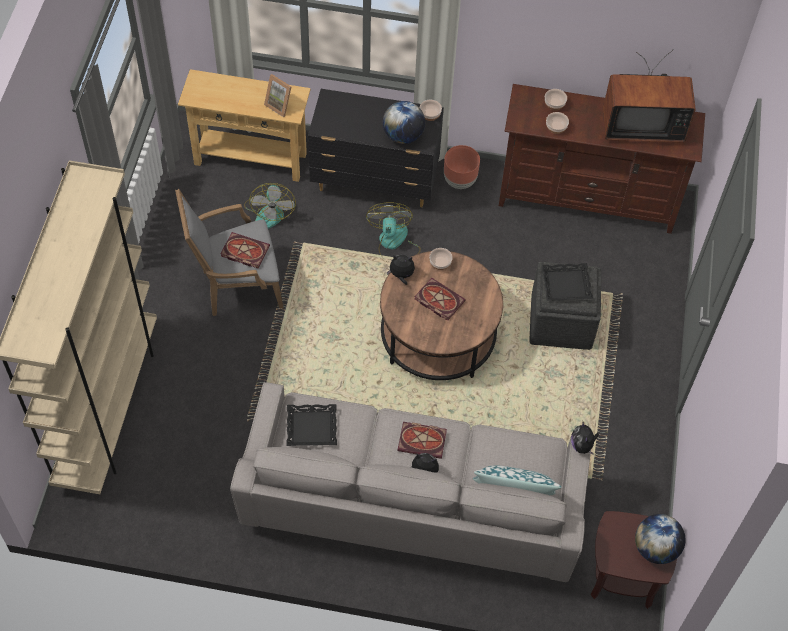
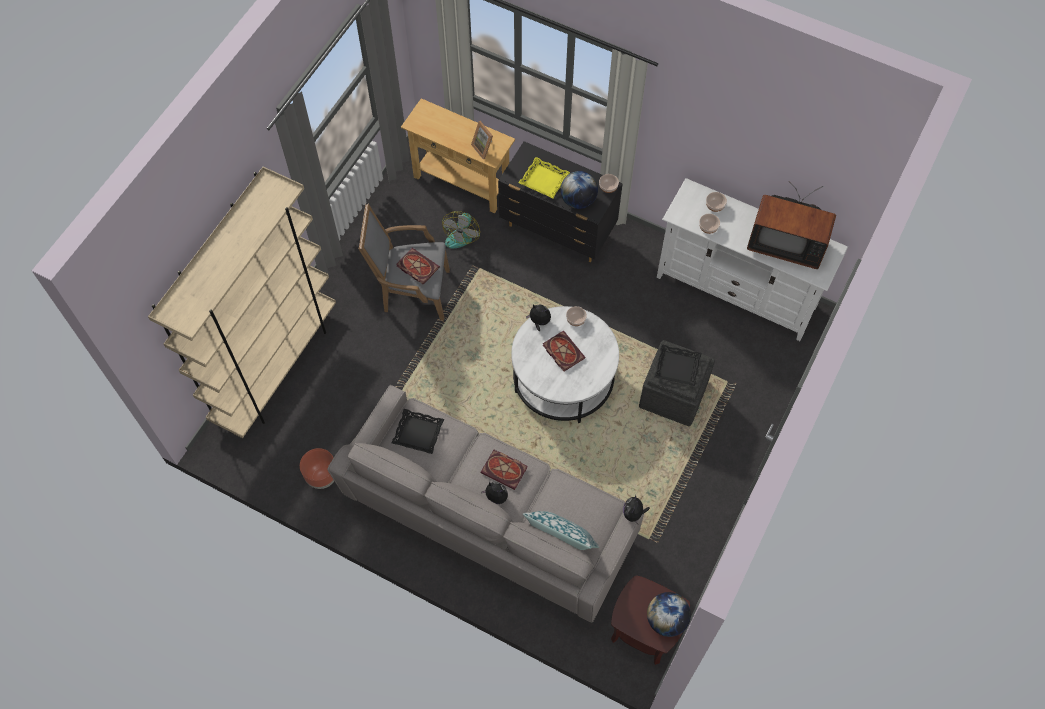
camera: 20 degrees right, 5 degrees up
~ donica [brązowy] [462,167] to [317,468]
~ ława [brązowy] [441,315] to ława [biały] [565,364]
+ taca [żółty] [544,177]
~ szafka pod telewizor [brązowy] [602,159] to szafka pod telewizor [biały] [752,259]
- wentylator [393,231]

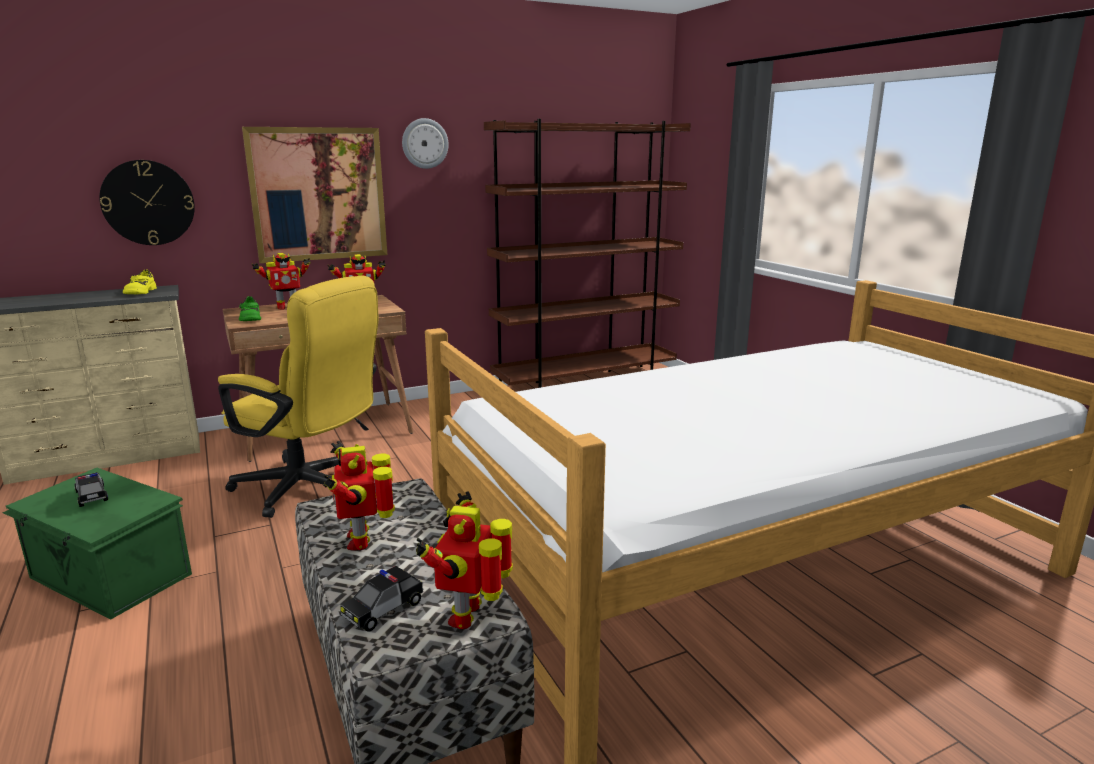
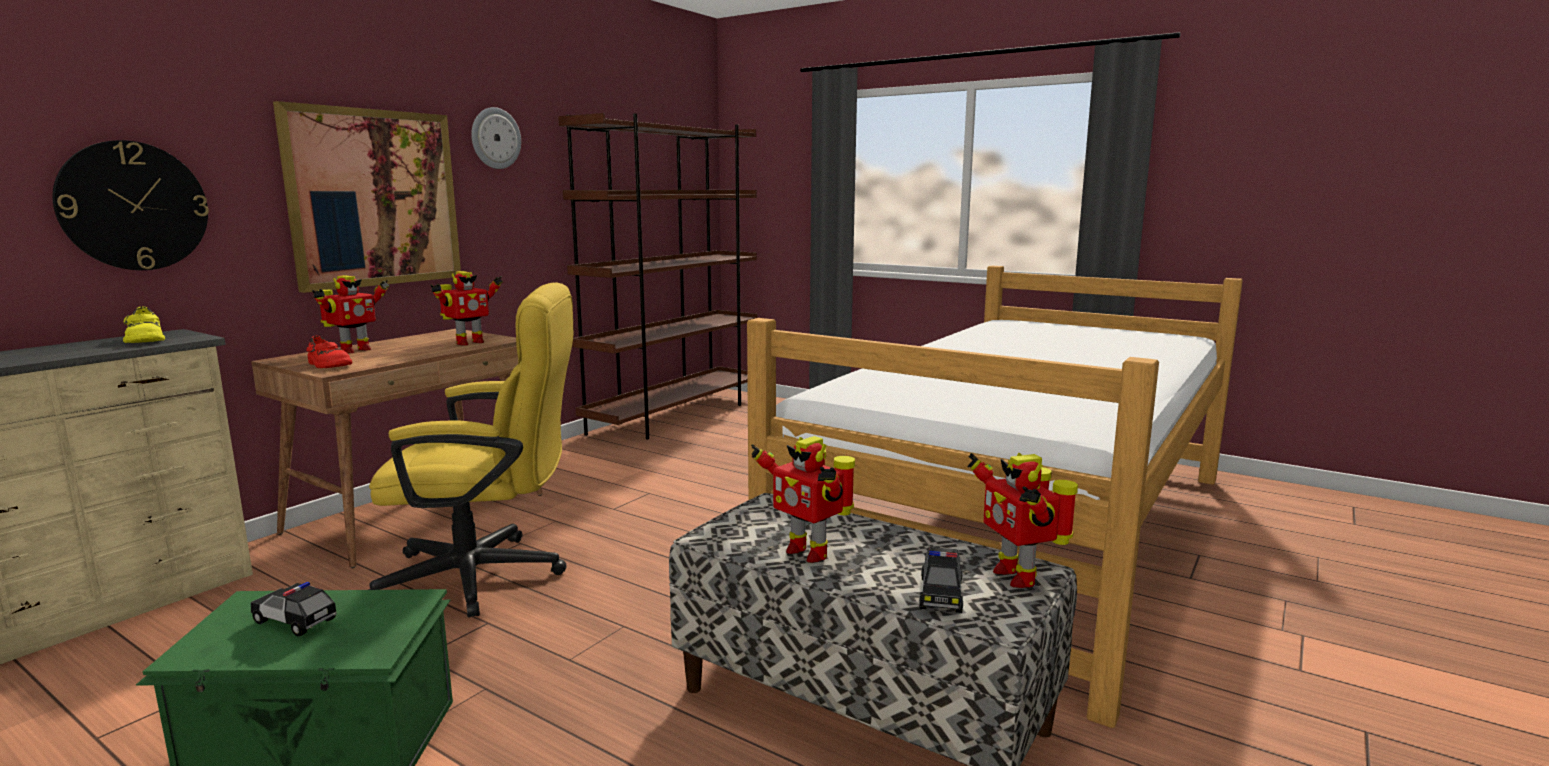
camera: 30 degrees left, 5 degrees down
~ but [zielony] [250,308] to but [czerwony] [329,352]

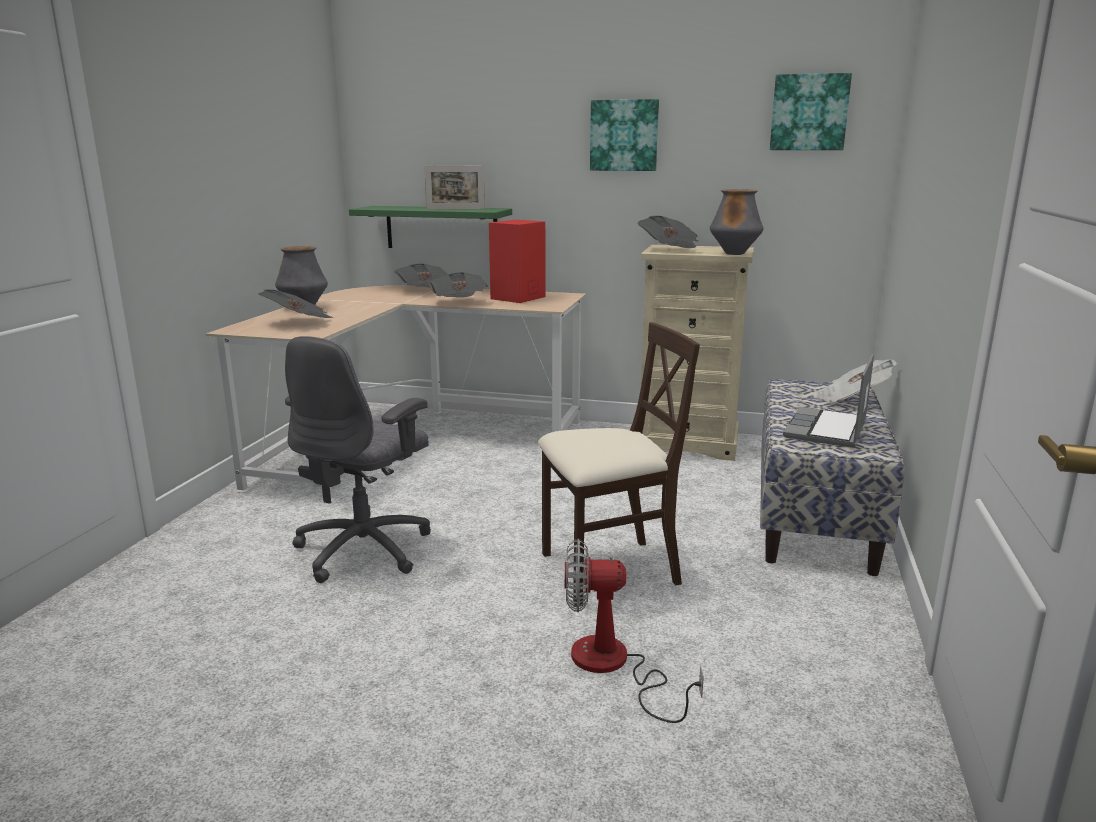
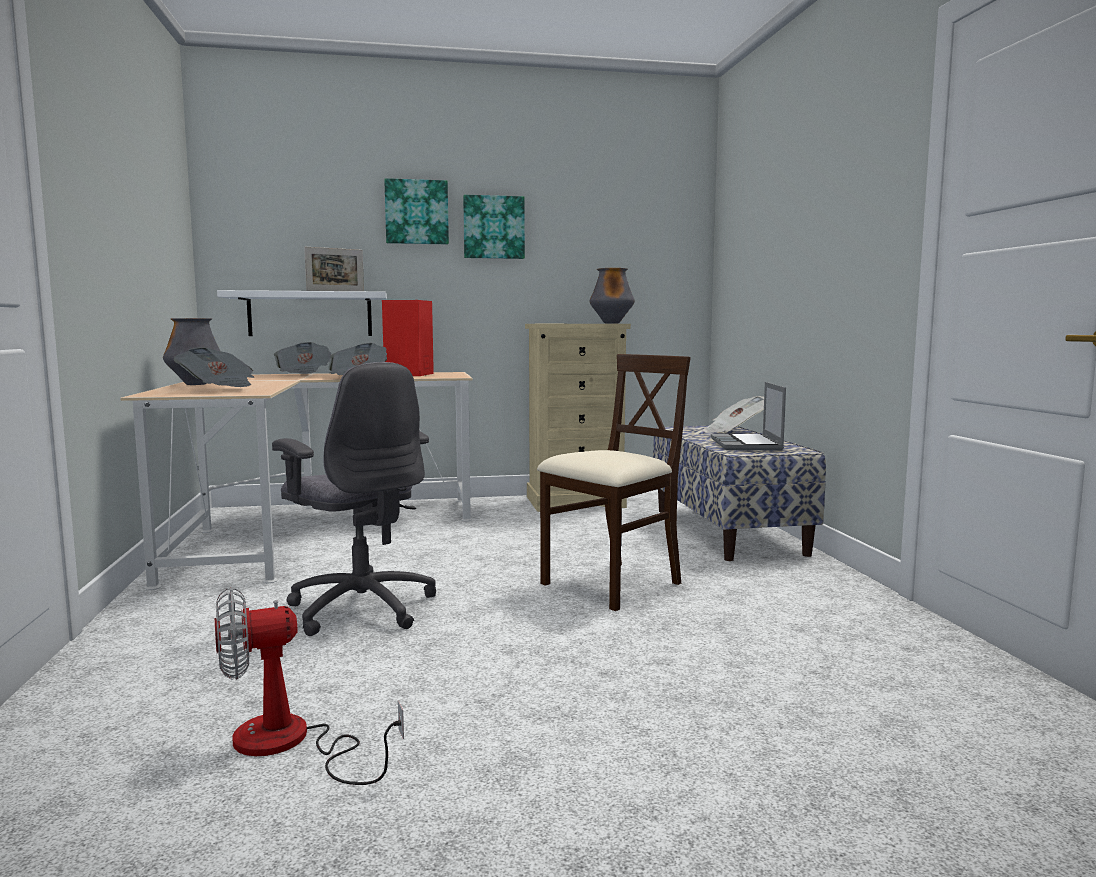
camera: 25 degrees left, 10 degrees down
~ wentylator [634,631] to [309,686]
~ półka [zielony] [430,227] to półka [biały] [302,313]
~ krzesło biurowe [szary] [358,459] = [354,499] 45 degrees counterclockwise
~ obraz [811,111] to [416,211]
- gazeta [668,232]

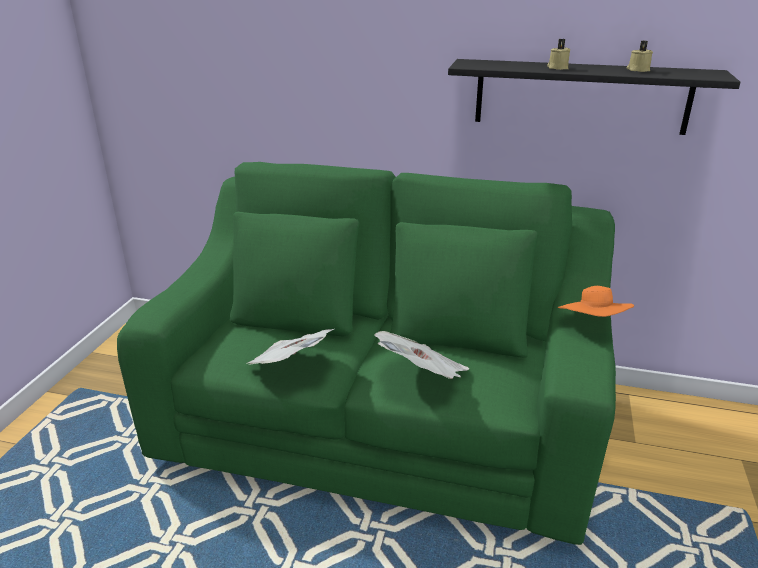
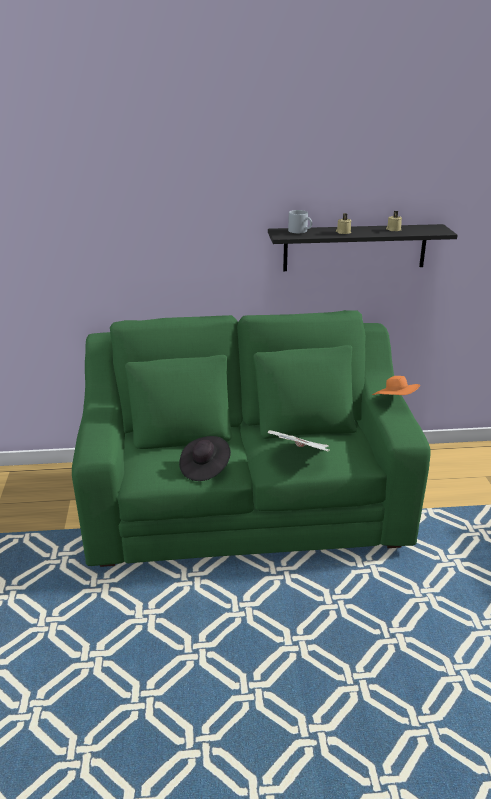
camera: 20 degrees left, 0 degrees up
~ gazeta [290,347] to kapelusz [czarny] [205,458]
+ kubek [szary] [300,221]

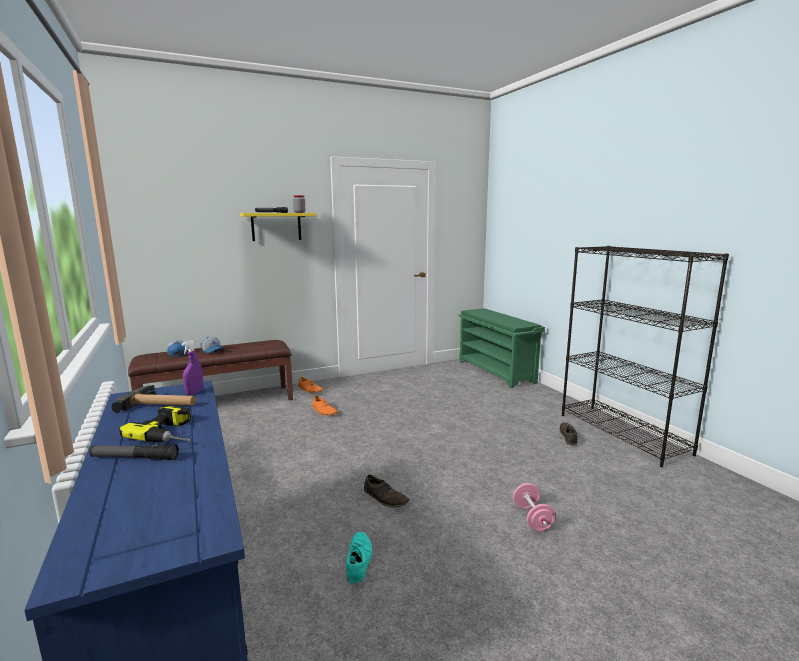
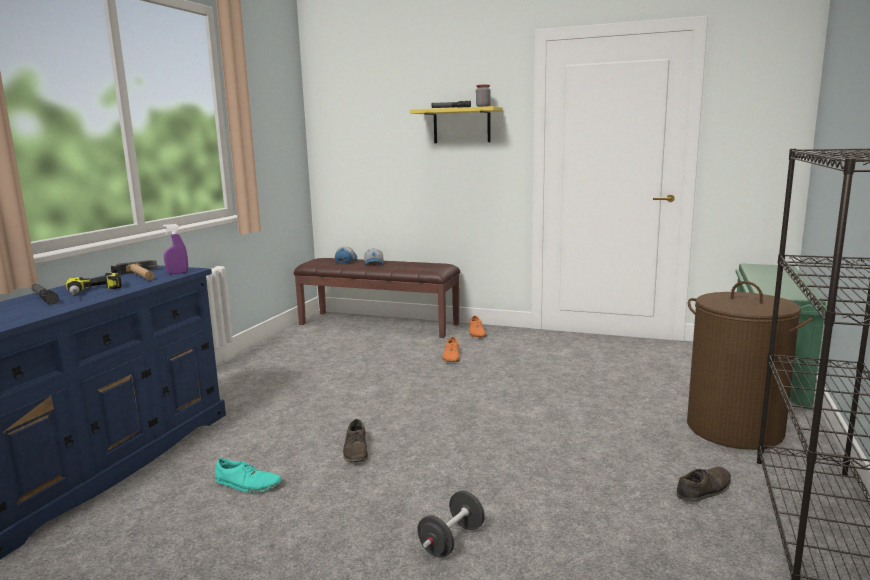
camera: 45 degrees right, 0 degrees up
~ but [turkusowy] [359,557] = [248,475] 60 degrees clockwise
~ hantel [różowy] [534,507] to hantel [czarny] [451,524]
+ kosz na pranie [brązowy] [750,365]

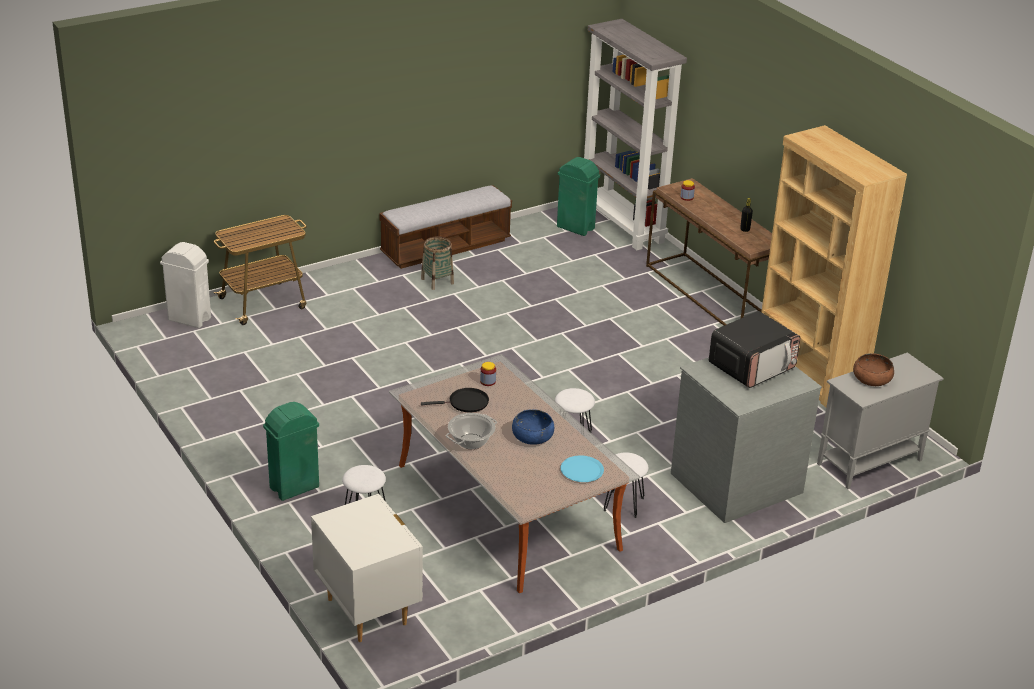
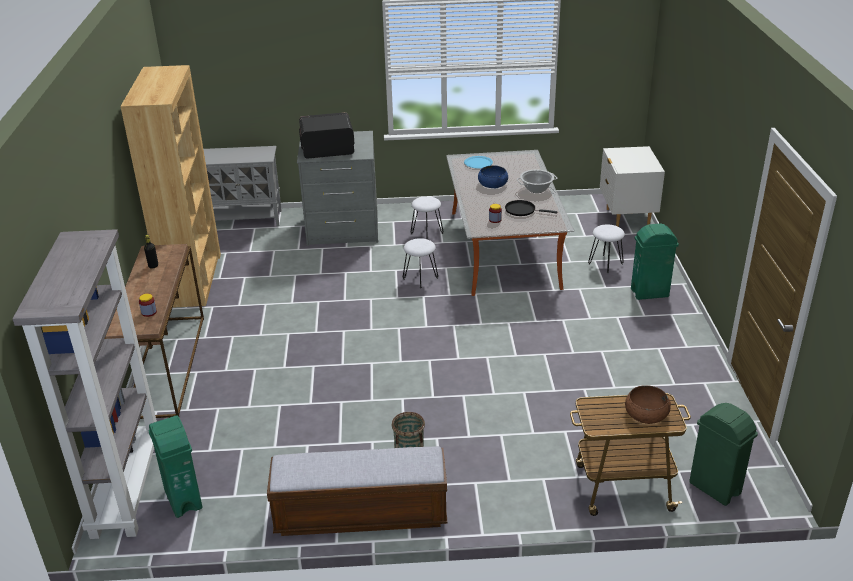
camera: 150 degrees left, 0 degrees up
~ miska [brązowy] [873,369] to [648,404]
~ kosz na śmieci [biały] [185,285] to kosz na śmieci [zielony] [723,454]

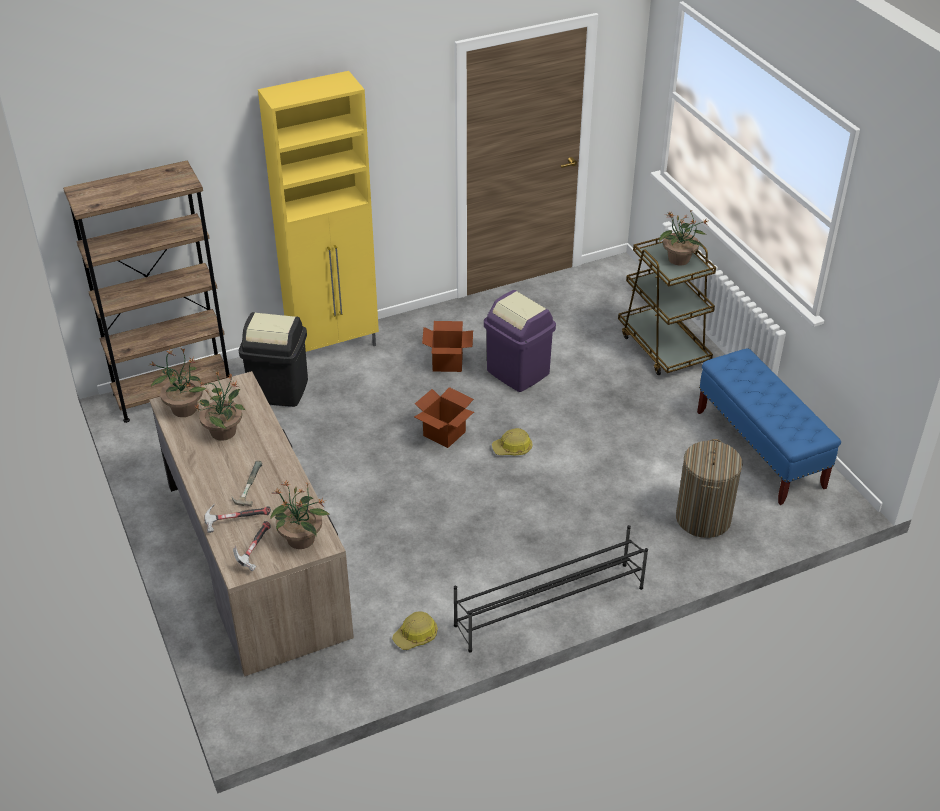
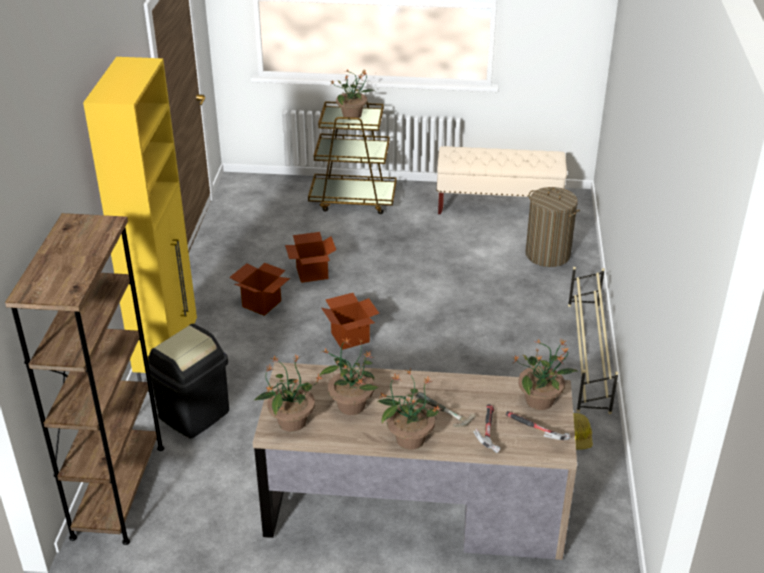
camera: 60 degrees left, 5 degrees down
~ kosz na śmieci [fioletowy] [520,341] to karton [310,257]
+ roślina doniczkowa [409,409]
~ ławka [niebieski] [769,426] to ławka [beżowy] [501,180]
~ regał na buty [czarny] [551,588] to regał na buty [beżowy] [593,340]
- kask [512,442]

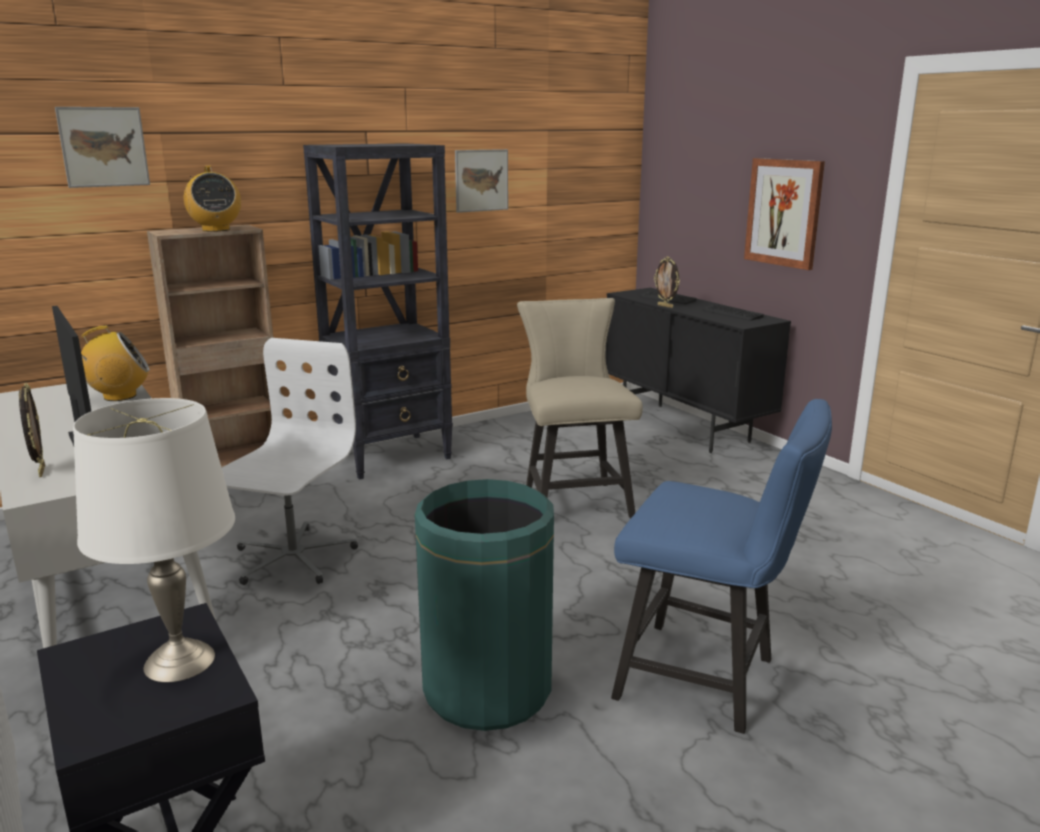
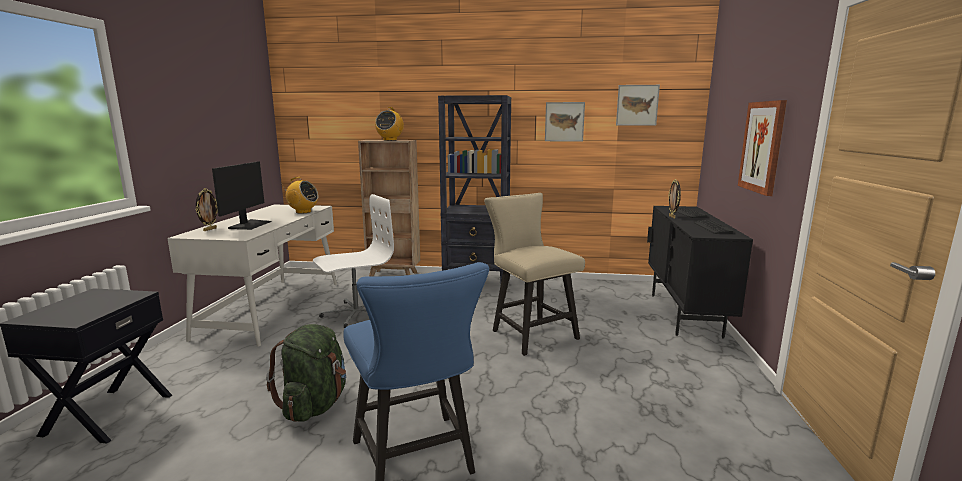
camera: 40 degrees right, 5 degrees down
~ kosz na śmieci [zielony] [484,605] to plecak [zielony] [306,373]
~ krzesło [beżowy] [580,408] = [534,274] 60 degrees counterclockwise
~ obraz [102,147] to [638,105]
- lampa stołowa [biały] [154,540]

